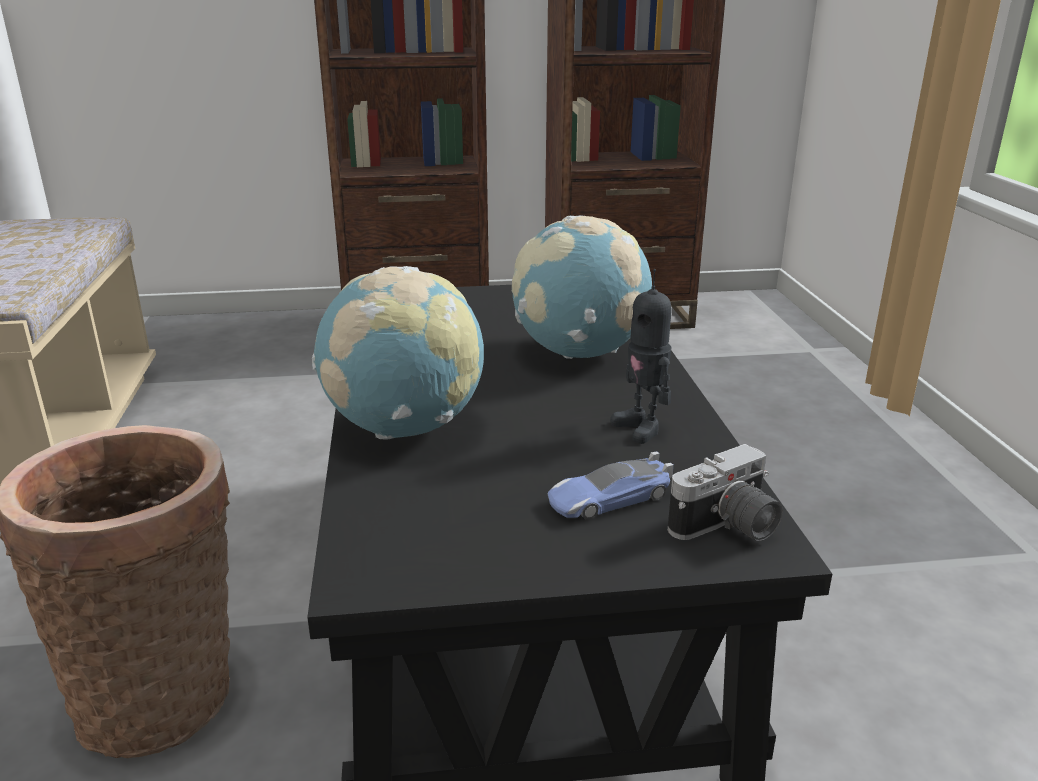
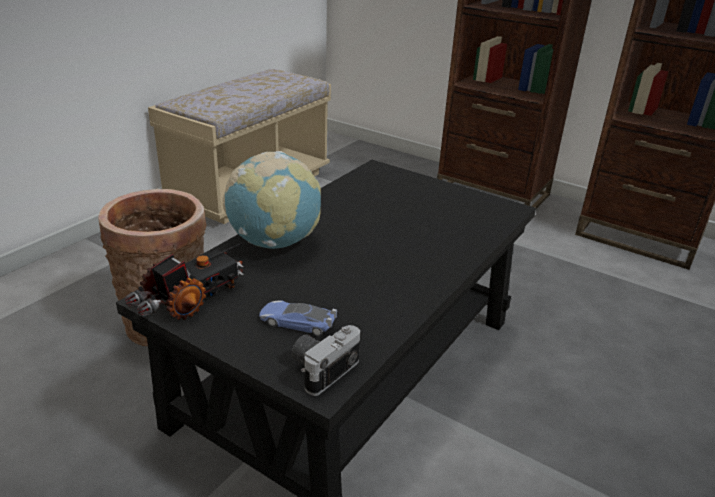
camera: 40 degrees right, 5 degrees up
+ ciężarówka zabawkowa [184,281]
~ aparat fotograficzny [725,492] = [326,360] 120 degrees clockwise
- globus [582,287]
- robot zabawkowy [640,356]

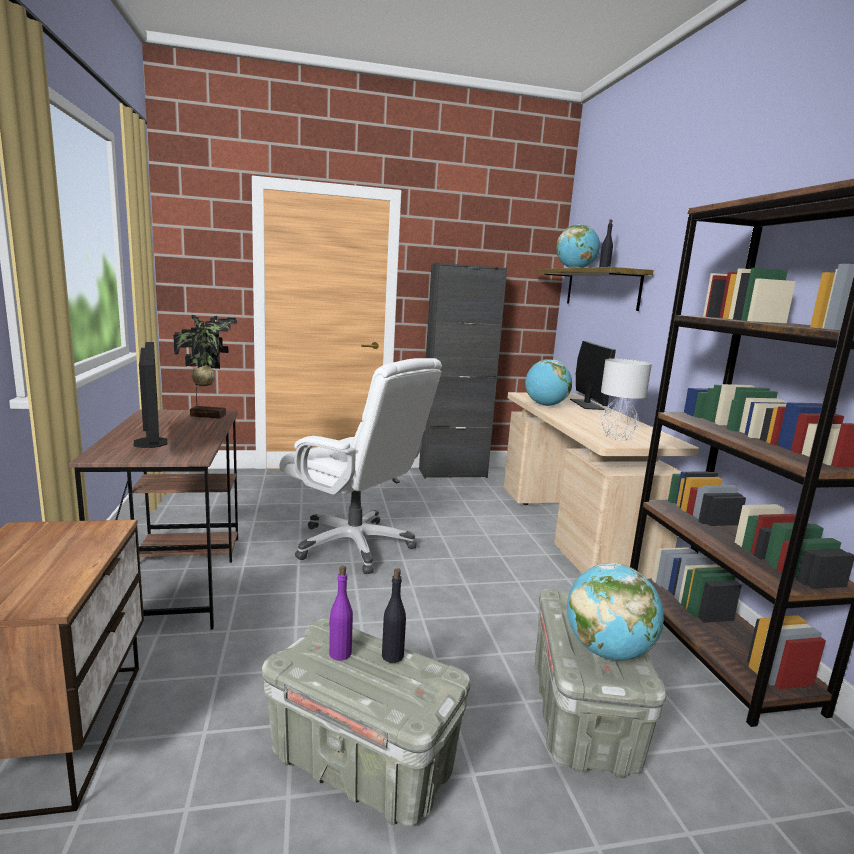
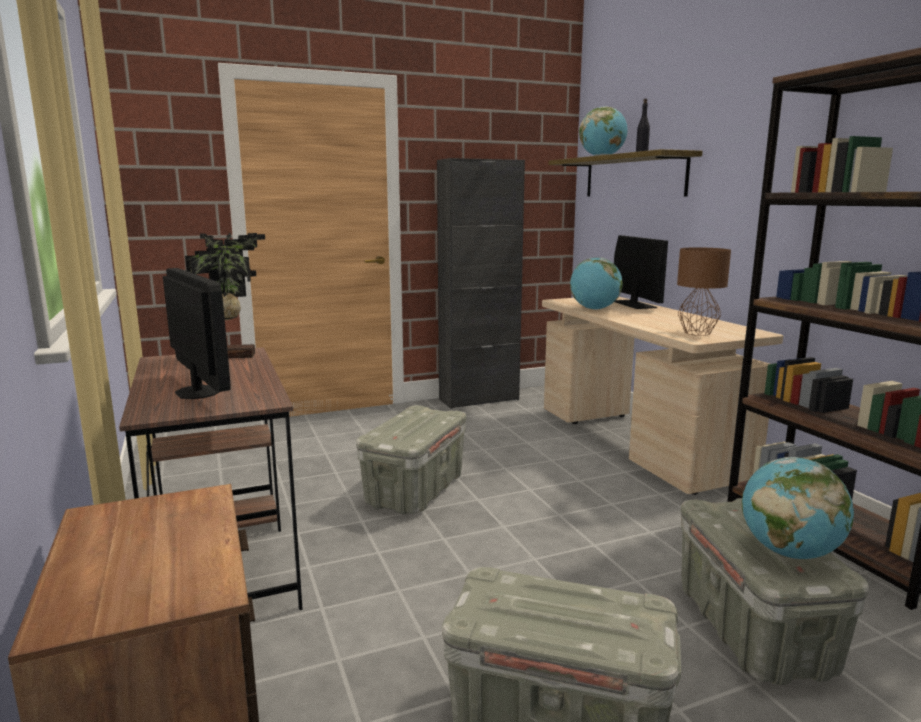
camera: 10 degrees left, 0 degrees up
~ krzesło biurowe [biały] [361,466] to pojemnik do przechowywania [szary] [411,459]
~ lampa stołowa [szary] [626,399] to lampa stołowa [brązowy] [704,291]
- butelka [fioletowy] [341,613]
- butelka [czarny] [394,615]

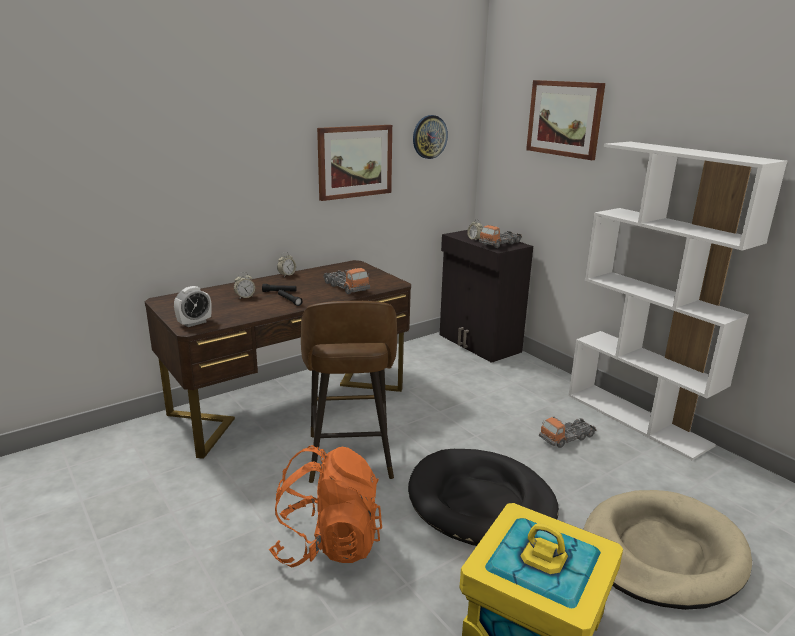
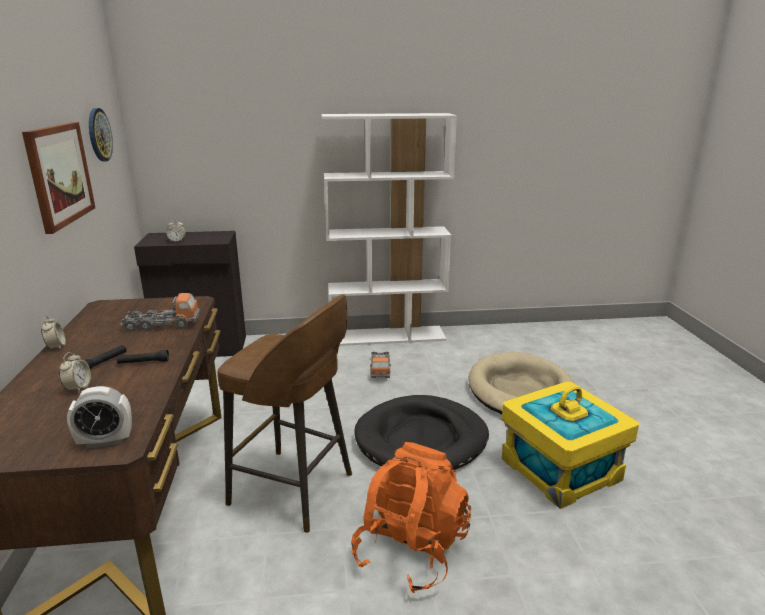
camera: 60 degrees left, 0 degrees up
~ budzik [193,306] = [99,417] 90 degrees clockwise
- ciężarówka zabawkowa [500,236]
- obraz [565,120]

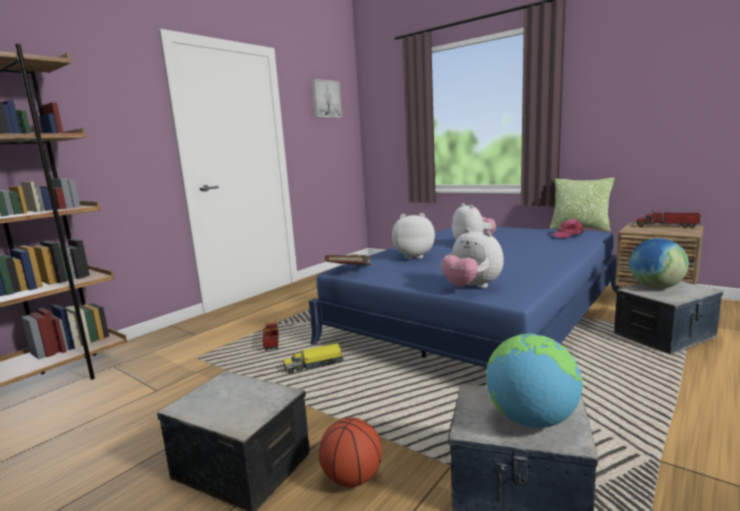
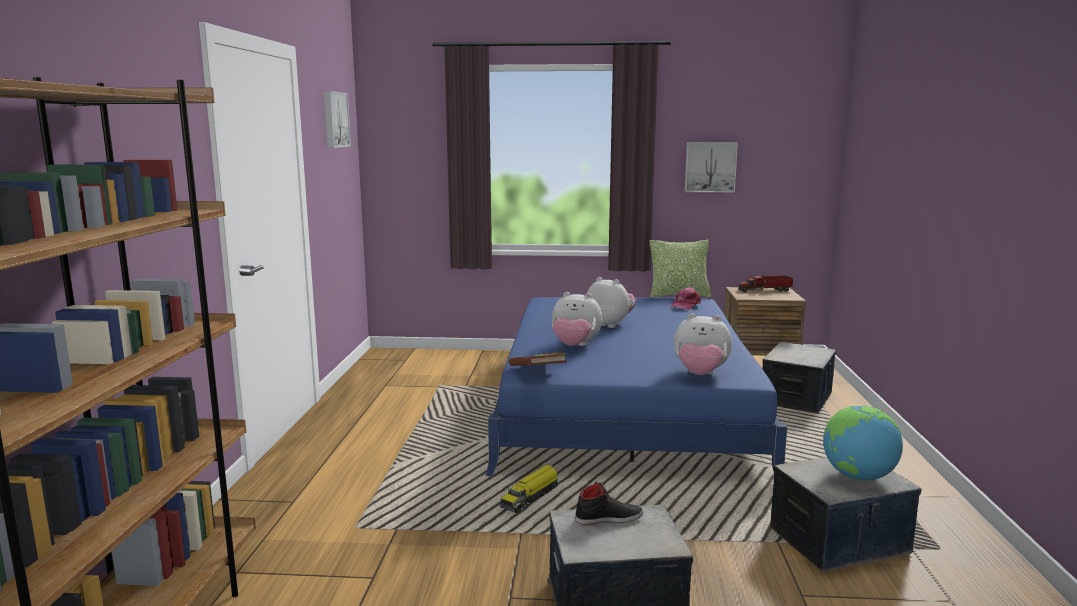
camera: 35 degrees left, 0 degrees up
~ pluszak [413,236] = [577,319] 135 degrees counterclockwise
+ but [czarny] [609,503]
+ obraz [711,167]
- ciężarówka zabawkowa [270,337]
- piłka do koszykówki [350,452]
- globus [659,263]

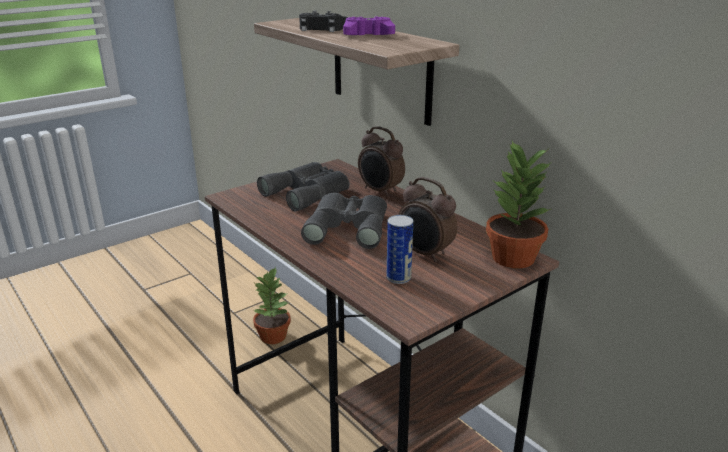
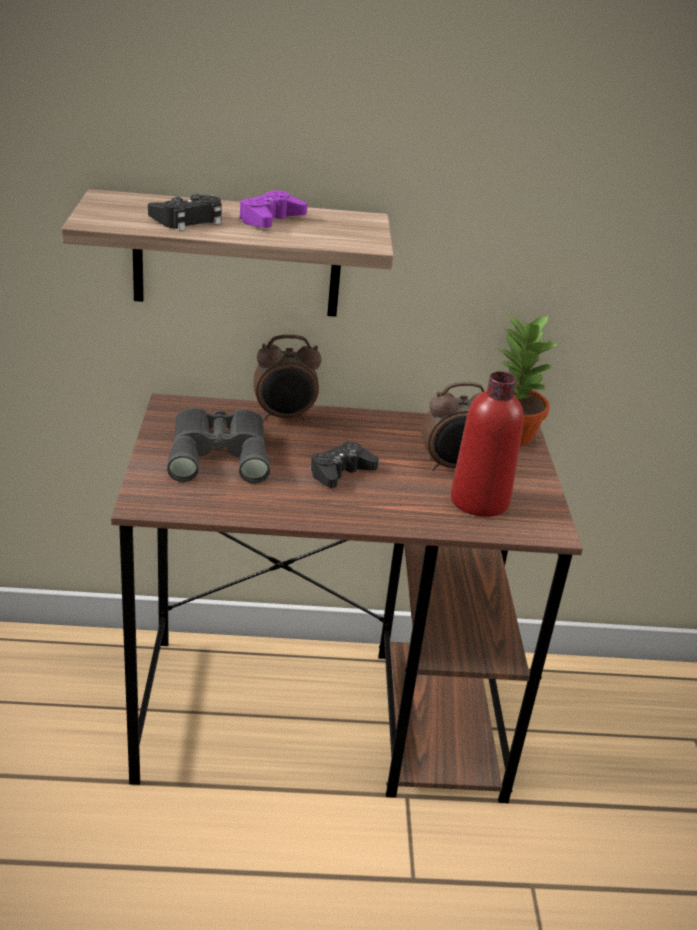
camera: 55 degrees left, 5 degrees up
~ lornetka [szary] [344,221] to pad do gier [czarny] [344,464]
~ puszka [400,249] to butelka [czerwony] [487,444]
- roślina doniczkowa [271,305]

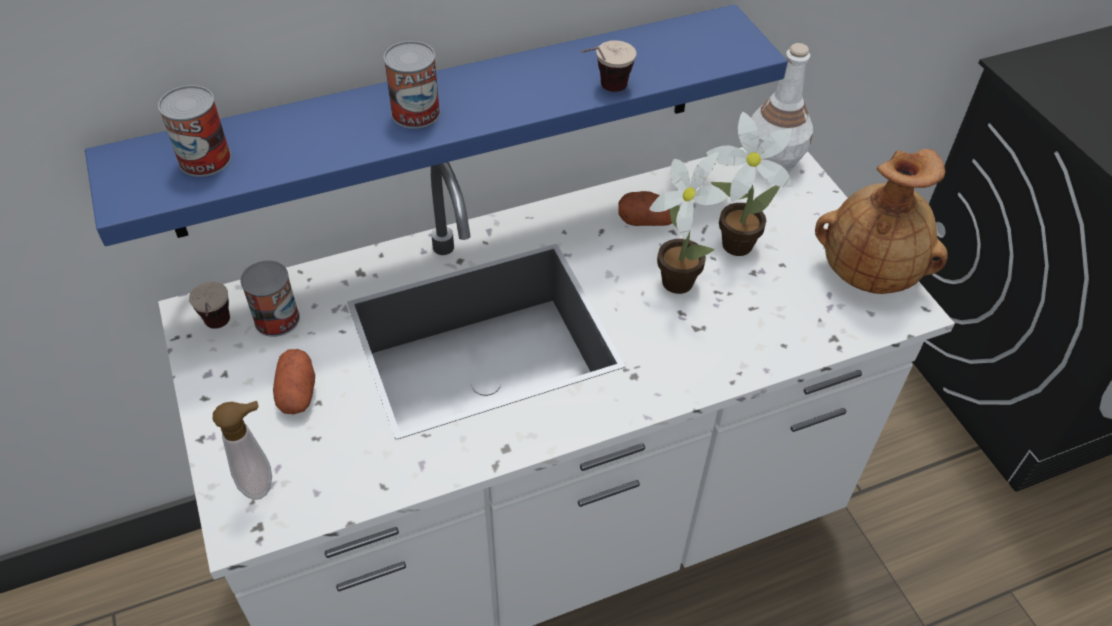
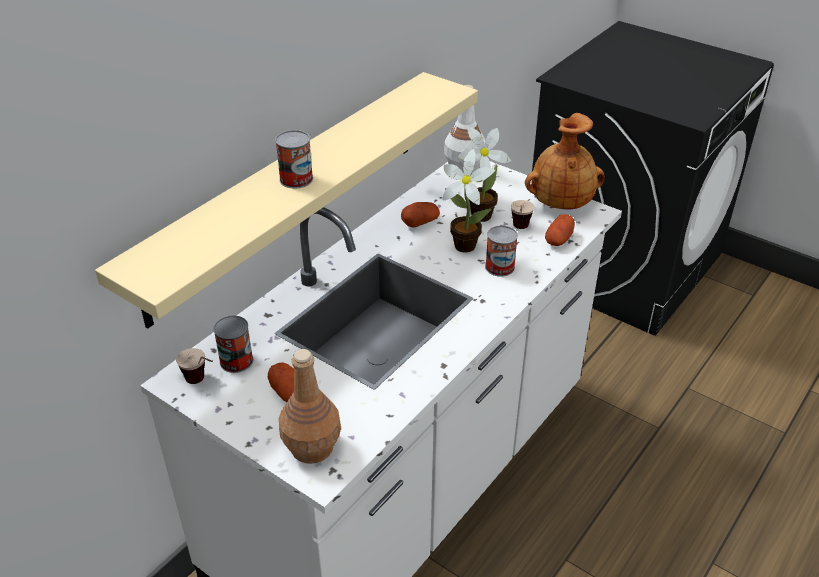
camera: 30 degrees left, 10 degrees down
~ półka [niebieski] [436,125] to półka [beżowy] [286,200]
~ dozownik mydła [242,450] to butelka [brązowy] [310,406]
~ puszka [194,131] to [501,251]
~ filiżanka [608,66] to [522,214]
+ ziemniak [560,230]

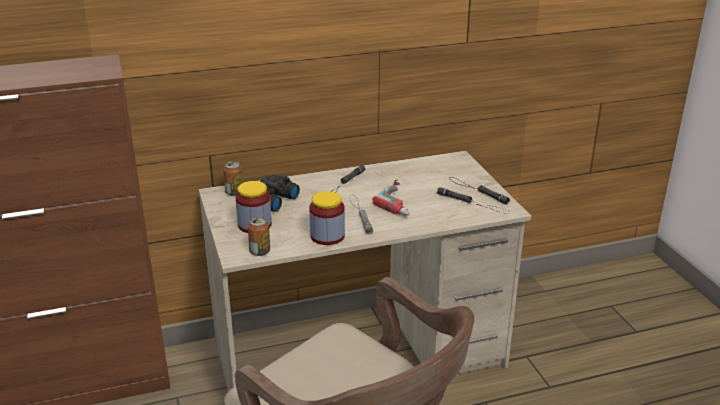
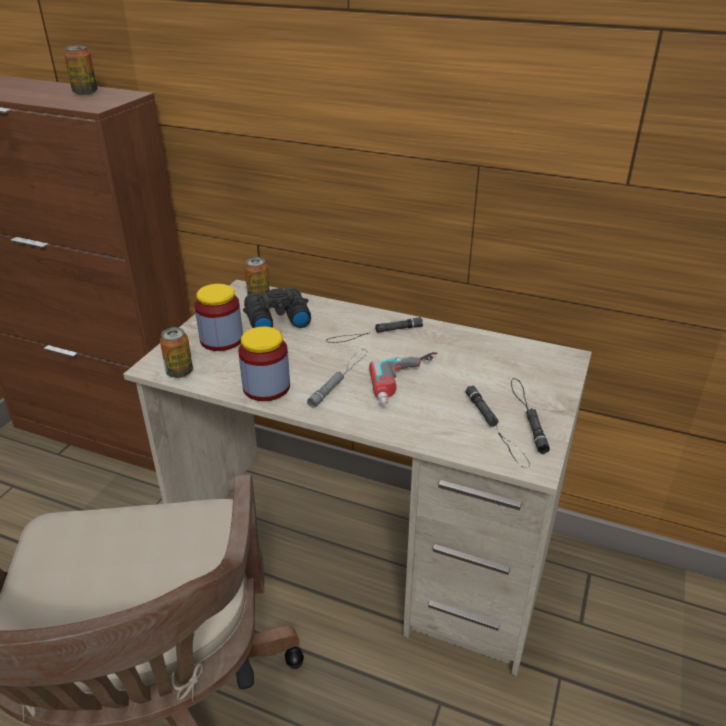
camera: 40 degrees right, 5 degrees up
+ puszka [81,70]

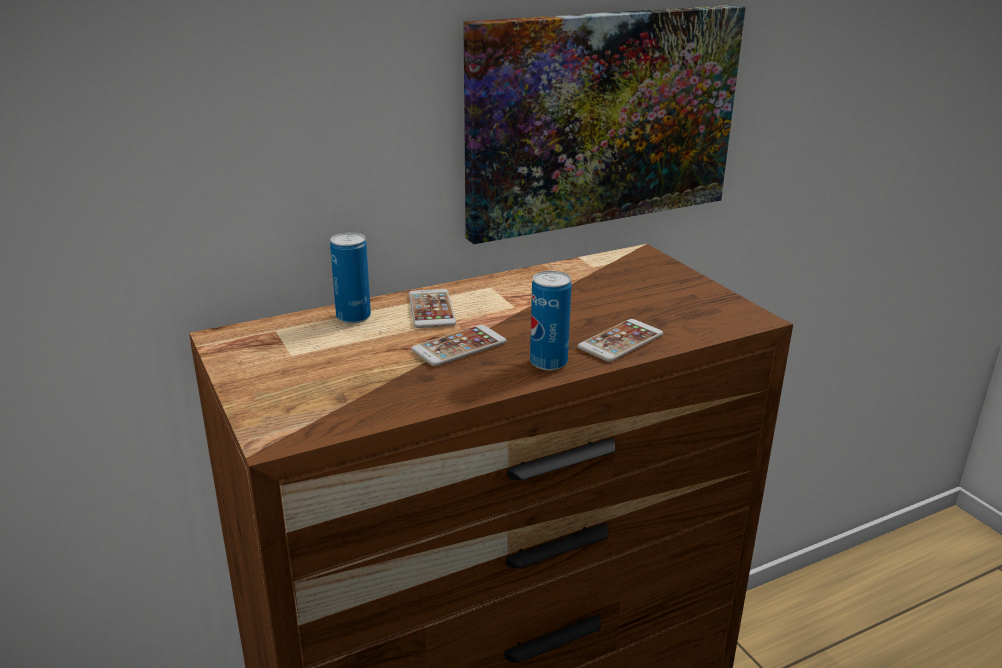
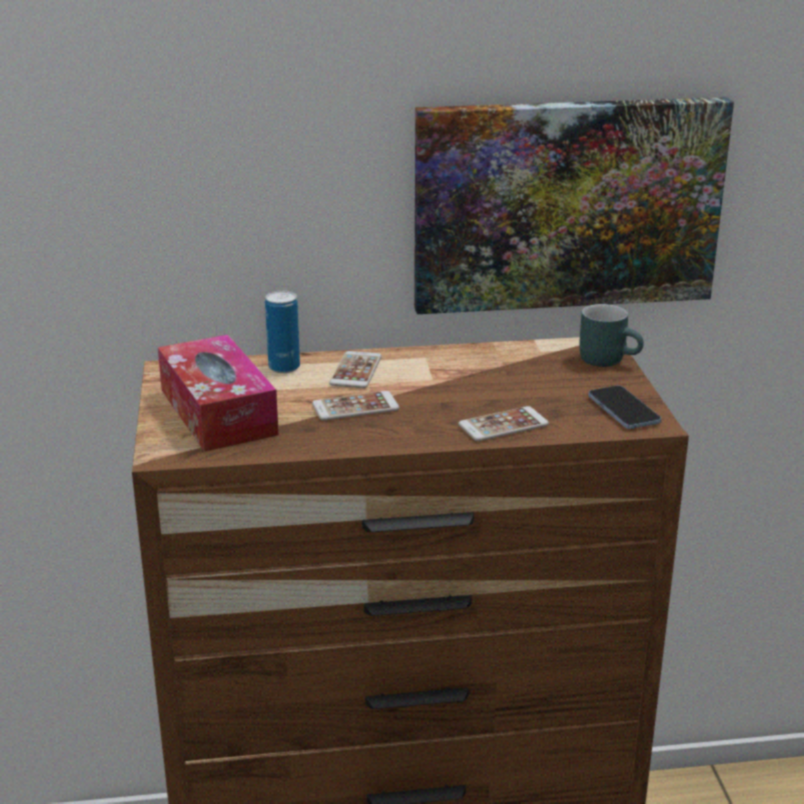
camera: 20 degrees right, 0 degrees up
+ pudełko chusteczek [218,393]
+ kubek [turkusowy] [611,335]
+ telefon [624,407]
- puszka [551,321]

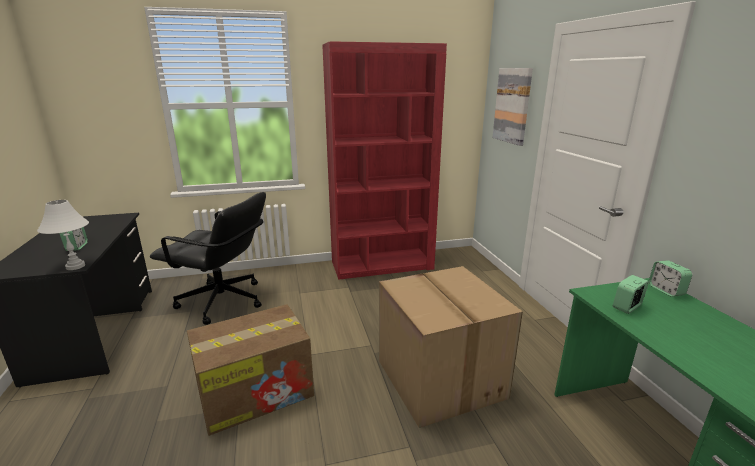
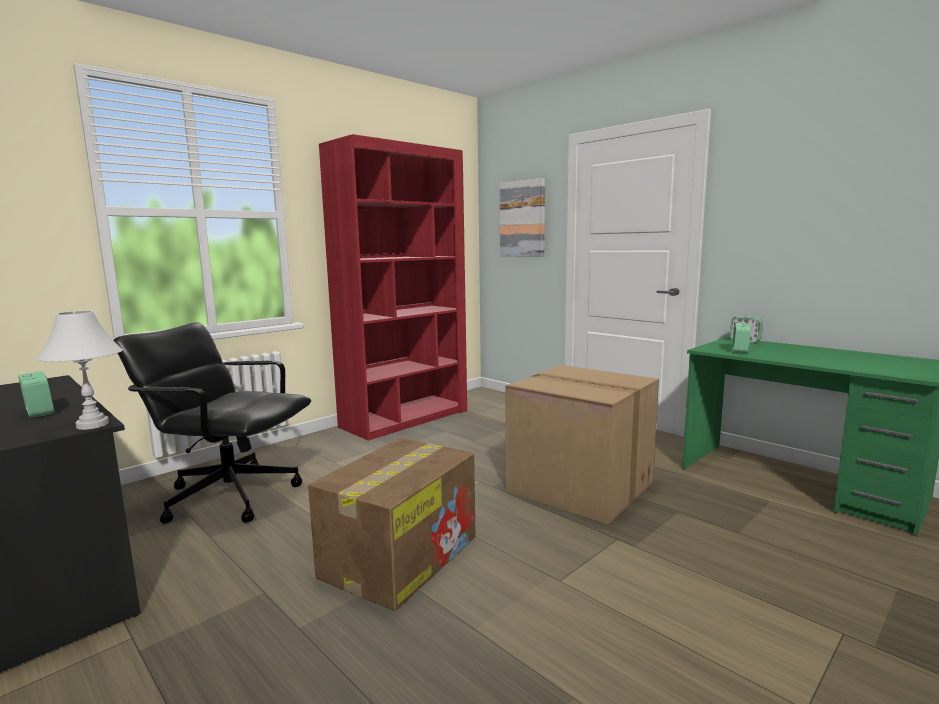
camera: 30 degrees left, 10 degrees down
~ krzesło biurowe [czarny] [208,258] = [212,423] 150 degrees counterclockwise

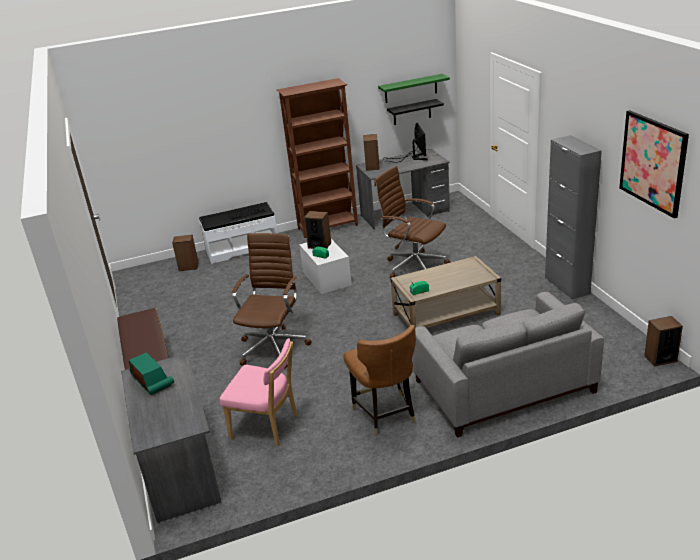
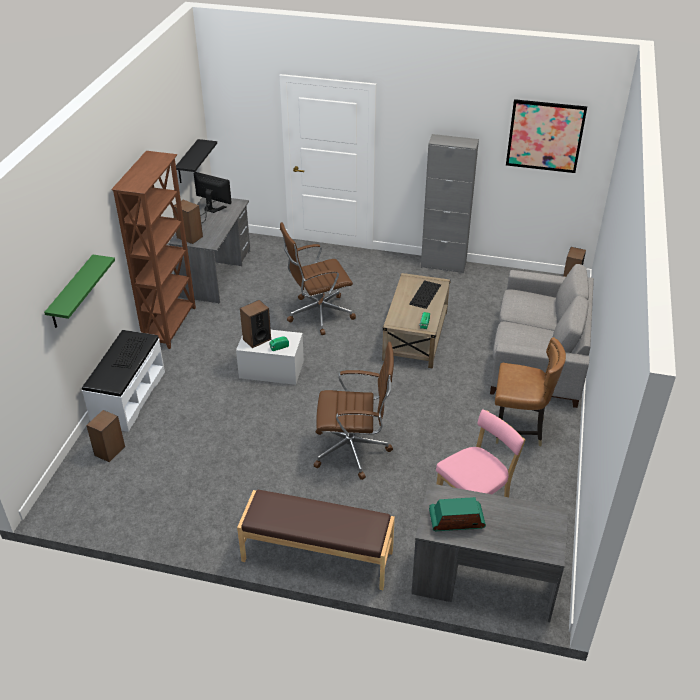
camera: 60 degrees left, 10 degrees up
~ półka [zielony] [414,88] to [79,291]
~ krzesło biurowe [brązowy] [272,301] = [354,411] 135 degrees clockwise
+ klawiatura [425,294]

